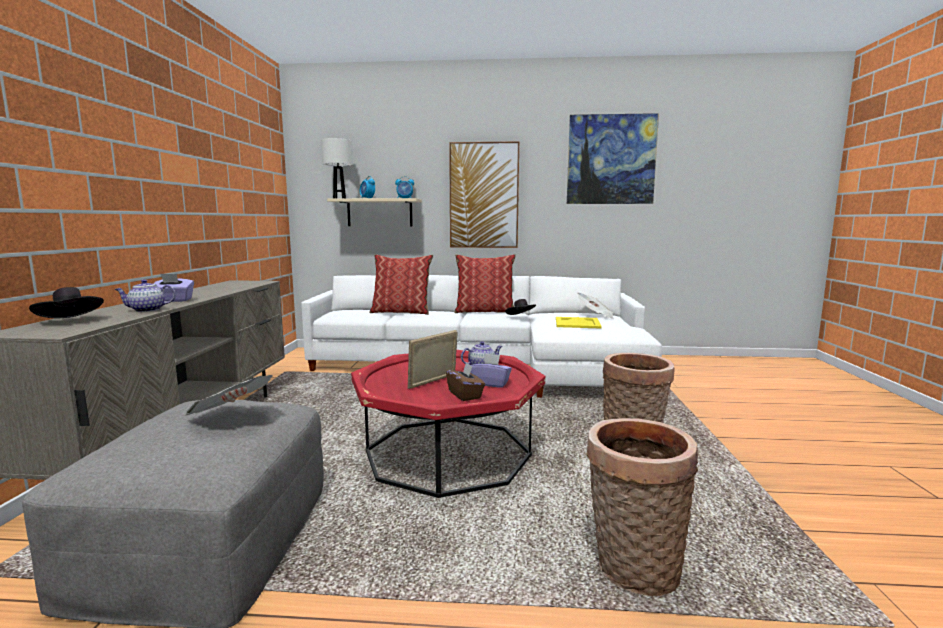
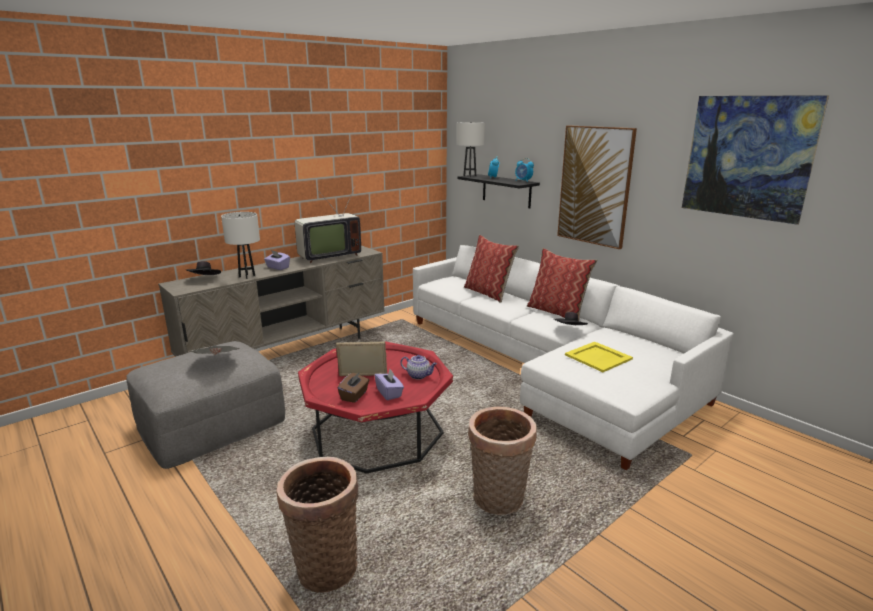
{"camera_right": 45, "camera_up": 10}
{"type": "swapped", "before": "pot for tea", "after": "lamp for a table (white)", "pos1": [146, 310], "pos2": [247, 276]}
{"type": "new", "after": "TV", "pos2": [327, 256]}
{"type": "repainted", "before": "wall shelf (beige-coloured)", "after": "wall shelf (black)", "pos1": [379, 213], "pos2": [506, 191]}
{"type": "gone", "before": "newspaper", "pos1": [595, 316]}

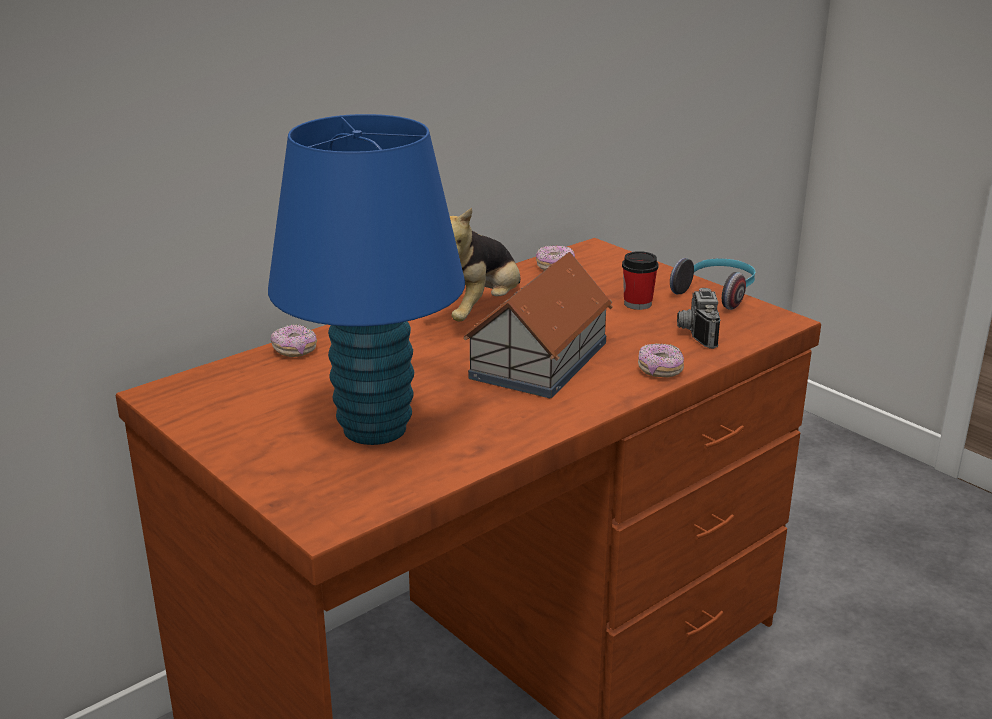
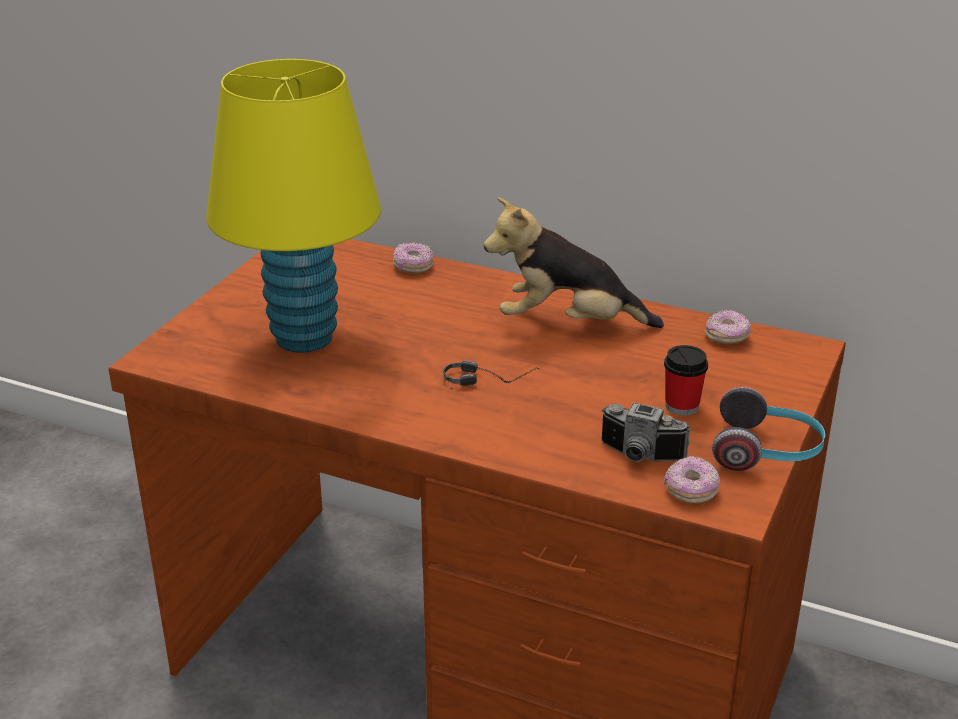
{"camera_right": 65, "camera_up": 5}
{"type": "repainted", "before": "lamp for a table (bluish)", "after": "lamp for a table (yellow-coloured)", "pos1": [374, 429], "pos2": [304, 338]}
{"type": "swapped", "before": "toy house", "after": "headset", "pos1": [537, 360], "pos2": [491, 380]}
{"type": "rotated", "before": "still camera", "pos1": [695, 333], "pos2": [639, 456], "turn": -135}
{"type": "shifted", "before": "ring doughnut", "pos1": [660, 370], "pos2": [691, 490]}

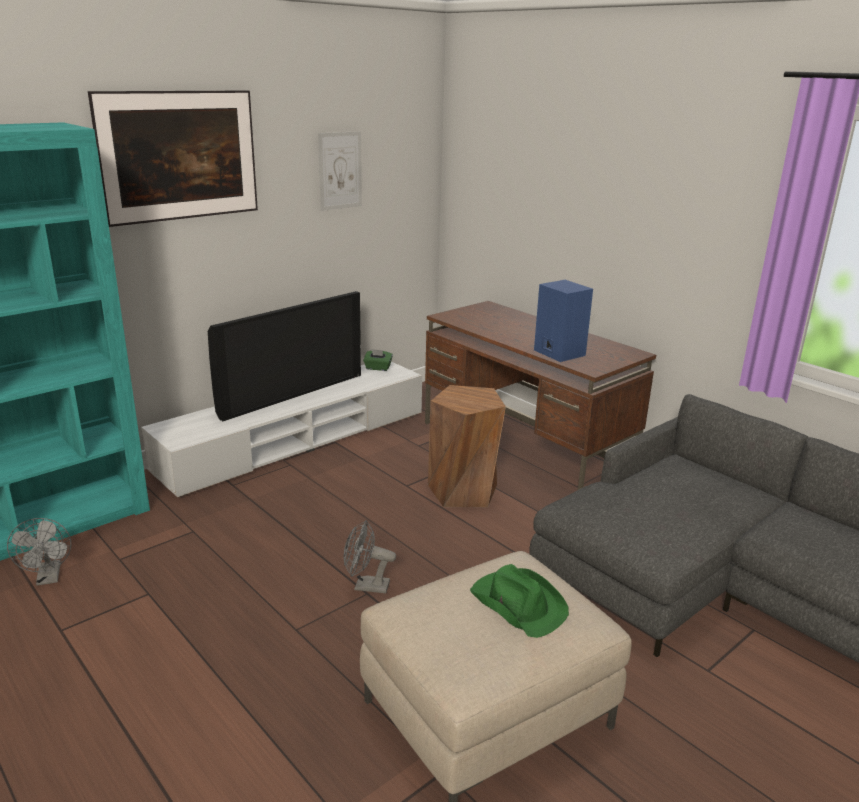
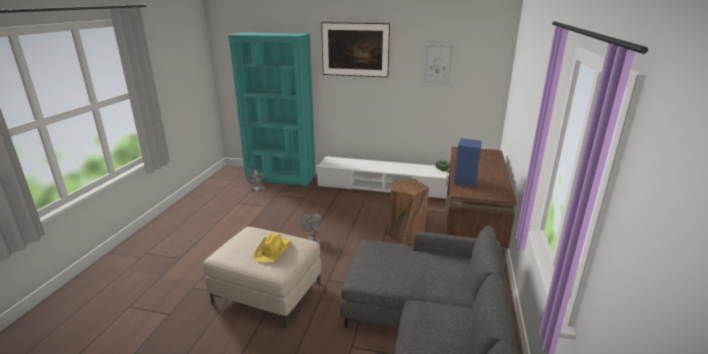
{"camera_right": 55, "camera_up": 0}
{"type": "repainted", "before": "hat (green)", "after": "hat (yellow-coloured)", "pos1": [517, 603], "pos2": [273, 250]}
{"type": "gone", "before": "TV", "pos1": [291, 393]}

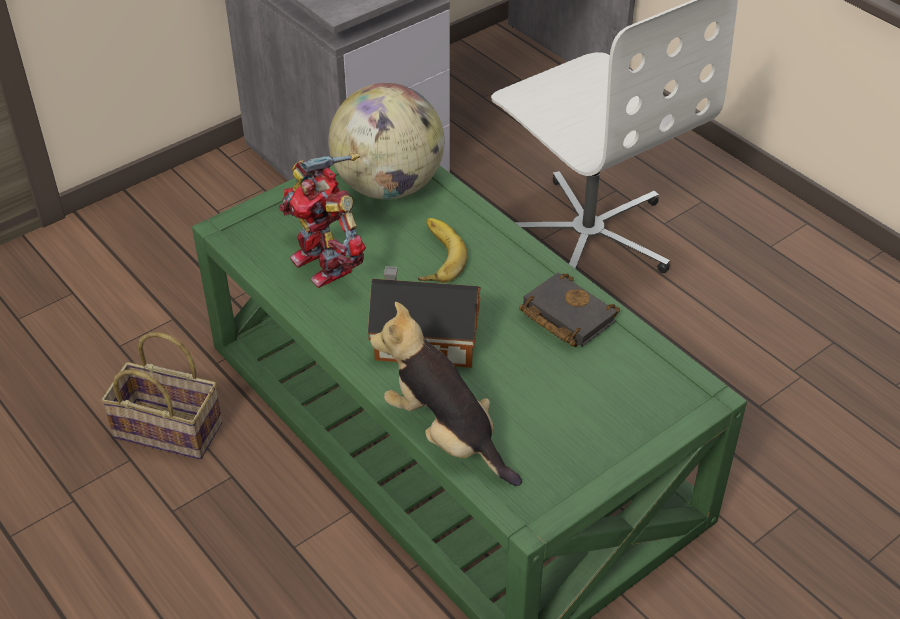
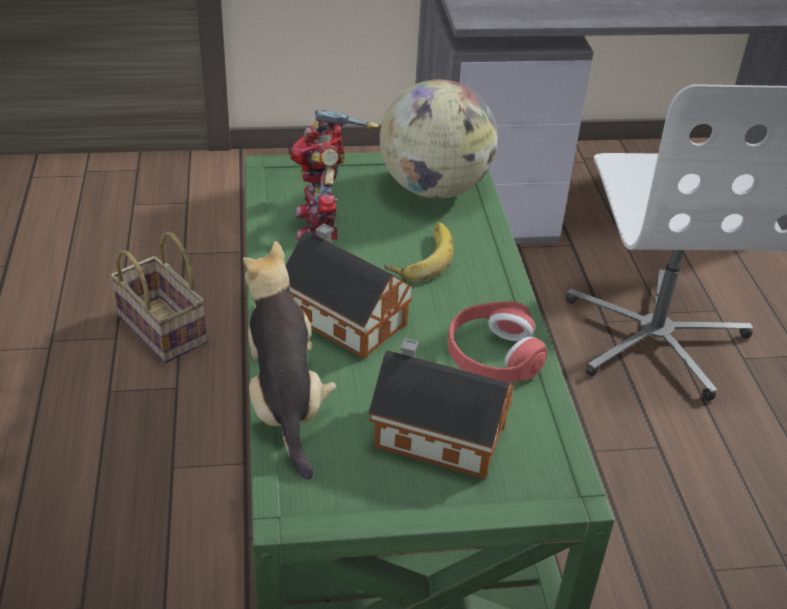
{"camera_right": 30, "camera_up": -5}
{"type": "new", "after": "toy house", "pos2": [435, 433]}
{"type": "swapped", "before": "book (black)", "after": "headset (reddish)", "pos1": [564, 316], "pos2": [493, 355]}

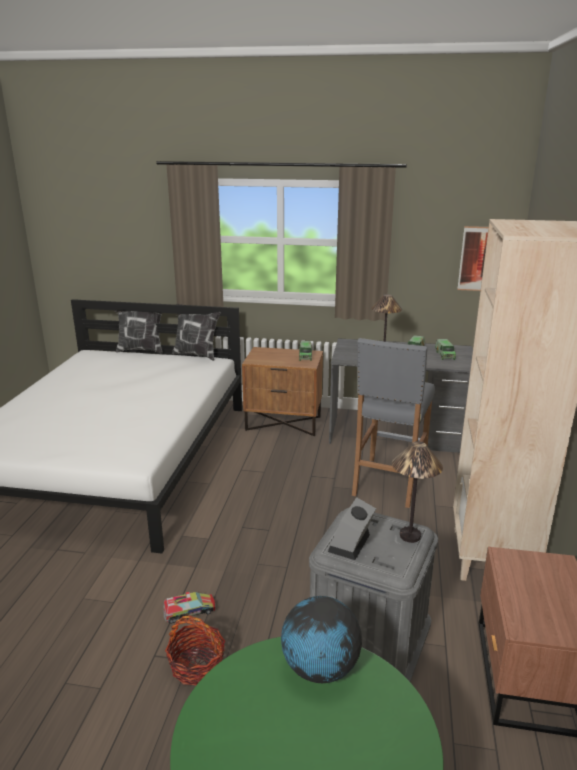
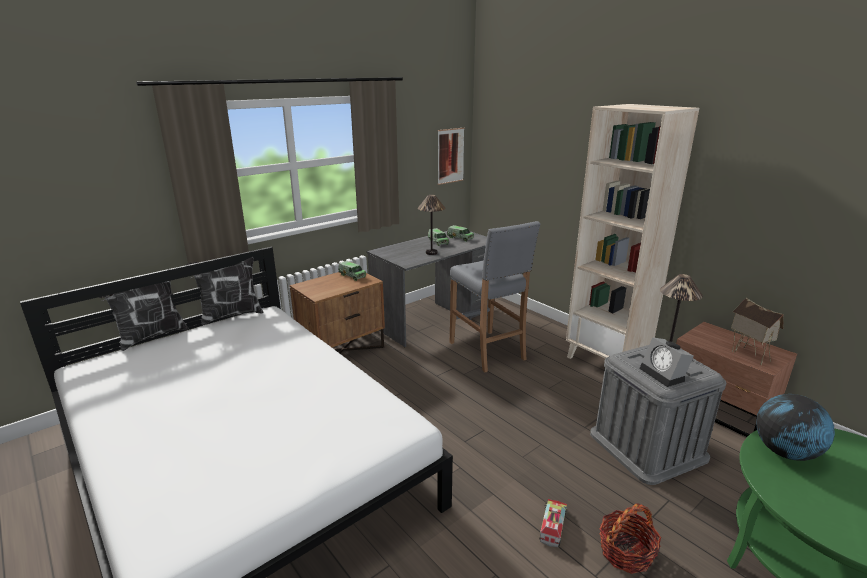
{"camera_right": -50, "camera_up": 0}
{"type": "new", "after": "toy house", "pos2": [747, 355]}

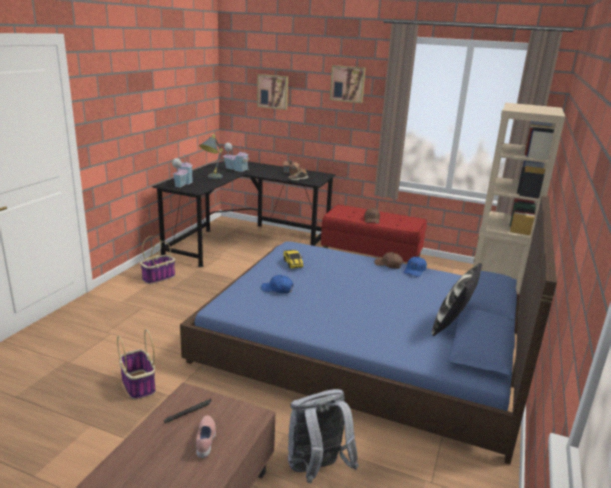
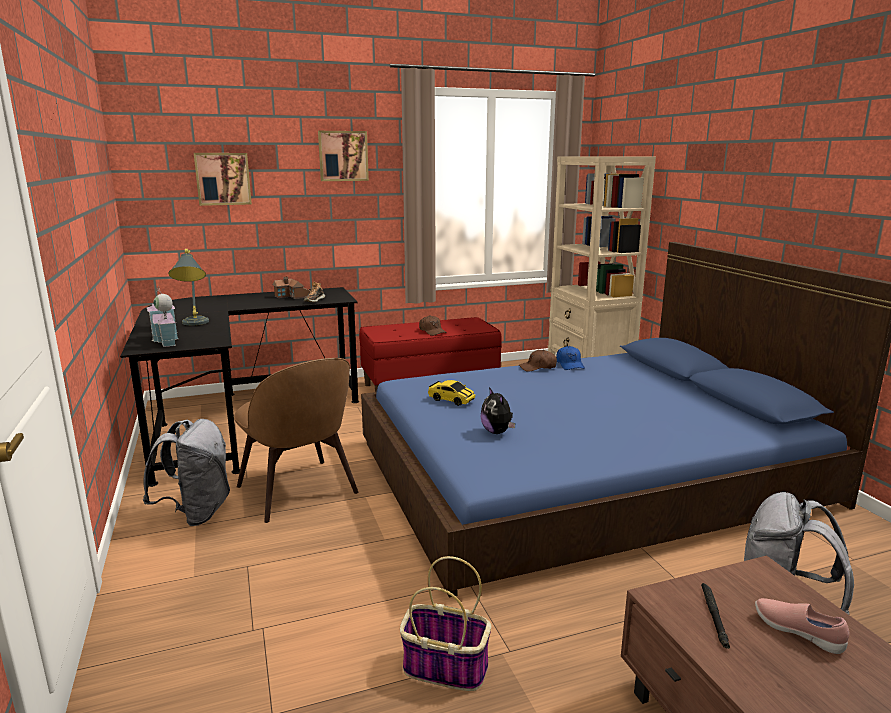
{"camera_right": -40, "camera_up": -5}
{"type": "swapped", "before": "household basket", "after": "knapsack (grey)", "pos1": [159, 277], "pos2": [196, 513]}
{"type": "new", "after": "plain chair (brown-coloured)", "pos2": [299, 492]}
{"type": "swapped", "before": "baseball cap (bluish)", "after": "soft toy", "pos1": [277, 289], "pos2": [497, 432]}
{"type": "gone", "before": "toy house", "pos1": [236, 169]}
{"type": "gone", "before": "cushion", "pos1": [452, 325]}

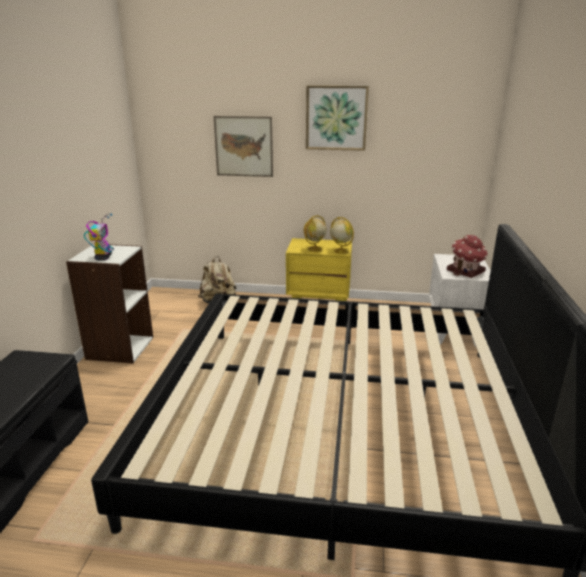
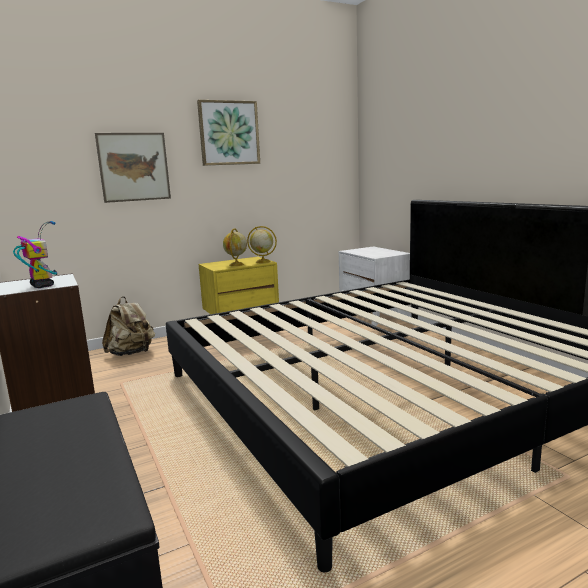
{"camera_right": -35, "camera_up": -10}
{"type": "gone", "before": "toy house", "pos1": [466, 271]}

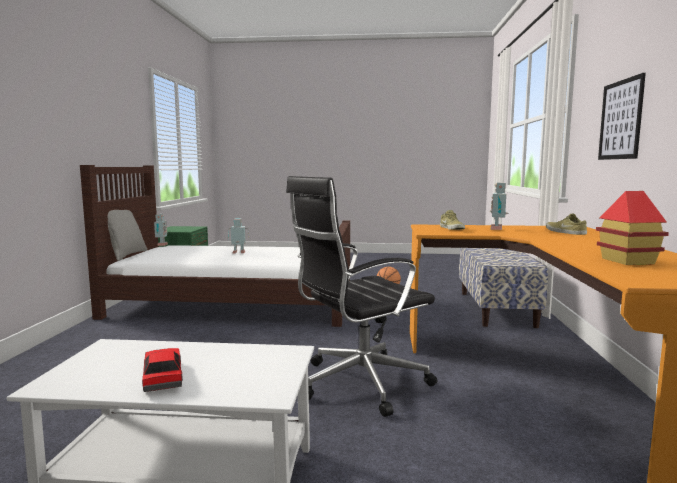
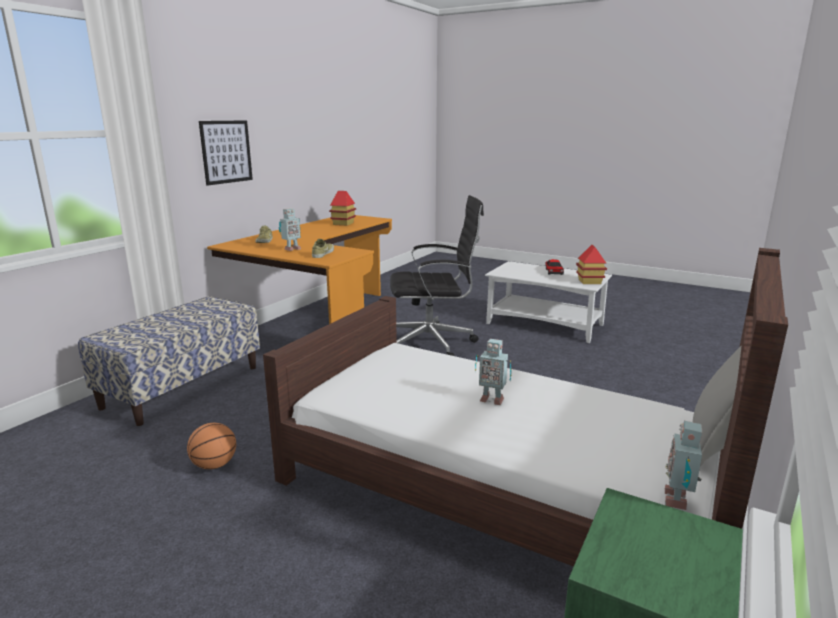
{"camera_right": -155, "camera_up": 10}
{"type": "new", "after": "toy house", "pos2": [589, 281]}

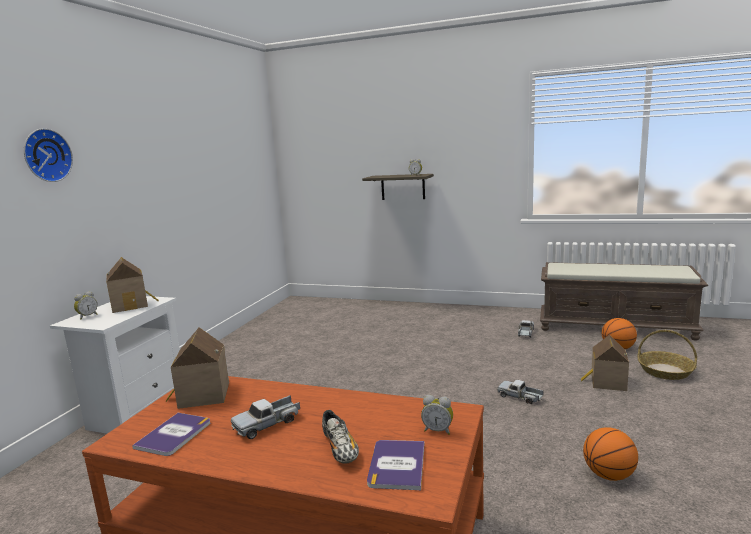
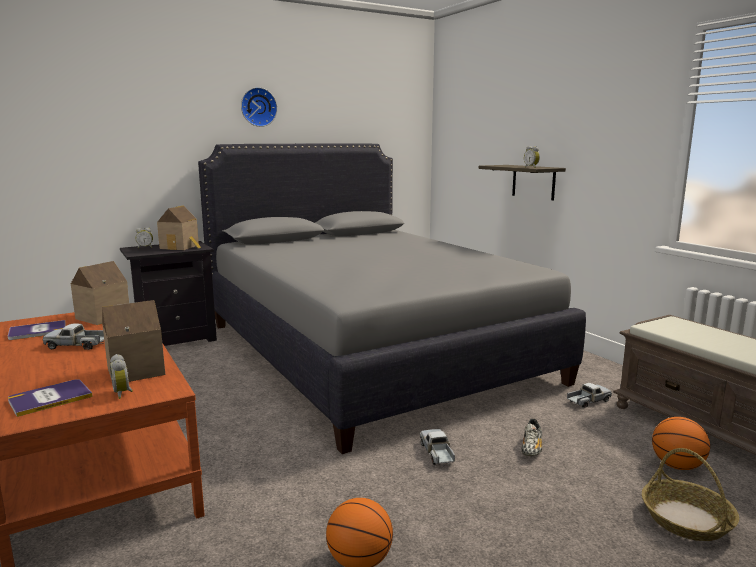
{"camera_right": 40, "camera_up": 0}
{"type": "shifted", "before": "toy house", "pos1": [606, 382], "pos2": [135, 370]}
{"type": "repainted", "before": "bedside table (white)", "after": "bedside table (black)", "pos1": [136, 413], "pos2": [175, 339]}
{"type": "new", "after": "bed (grey)", "pos2": [369, 351]}
{"type": "shifted", "before": "hanging clock", "pos1": [46, 155], "pos2": [258, 107]}
{"type": "shifted", "before": "item of footwear", "pos1": [340, 449], "pos2": [531, 448]}

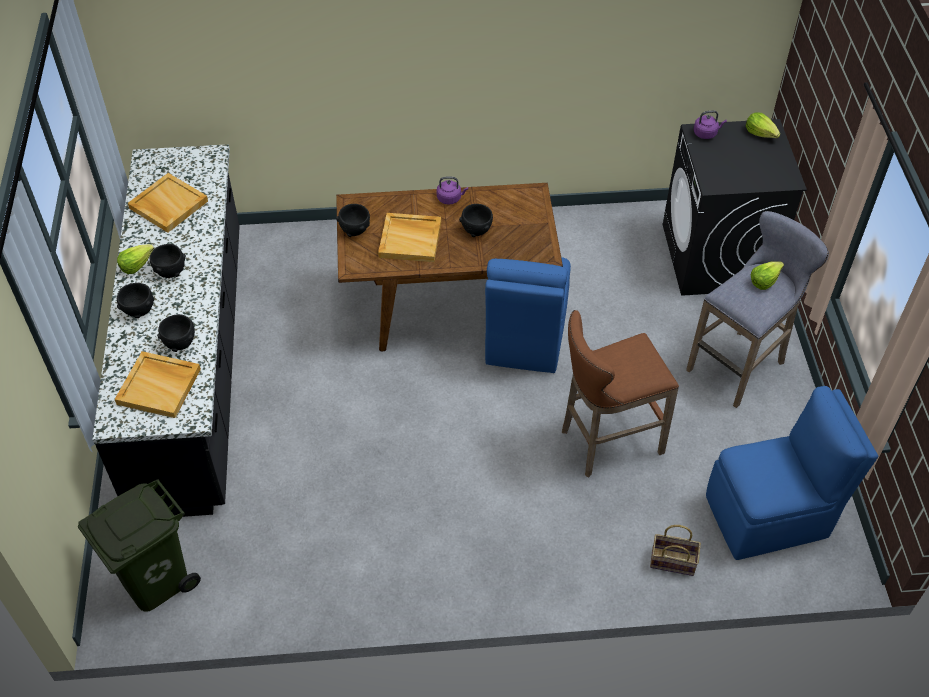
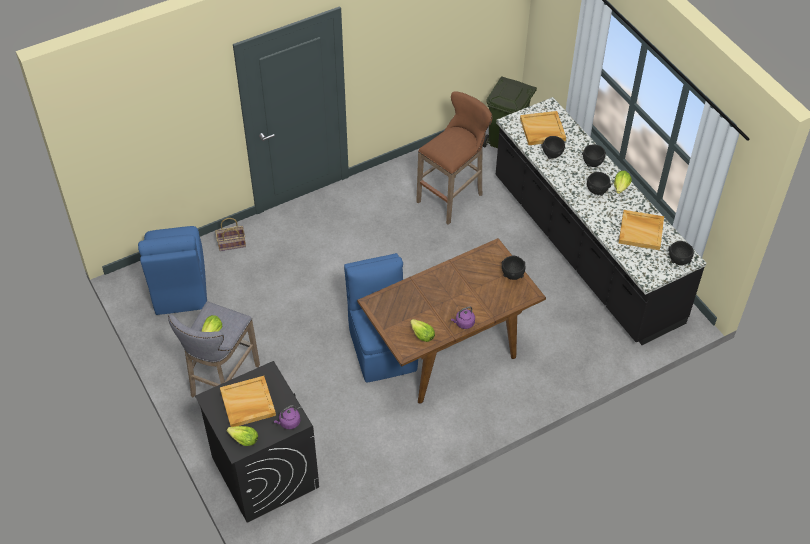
{"camera_right": 155, "camera_up": 0}
{"type": "rotated", "before": "plain chair (bluish)", "pos1": [770, 516], "pos2": [179, 288], "turn": -60}
{"type": "shifted", "before": "carrying tray (beige-coloured)", "pos1": [411, 239], "pos2": [247, 403]}
{"type": "new", "after": "lettuce", "pos2": [422, 335]}
{"type": "shifted", "before": "sitting stool (brown-coloured)", "pos1": [606, 442], "pos2": [452, 197]}
{"type": "shifted", "before": "bowl (black)", "pos1": [476, 230], "pos2": [679, 260]}

